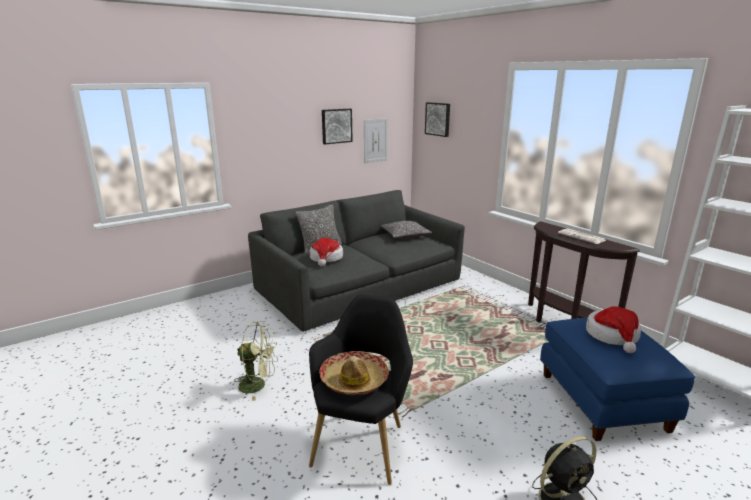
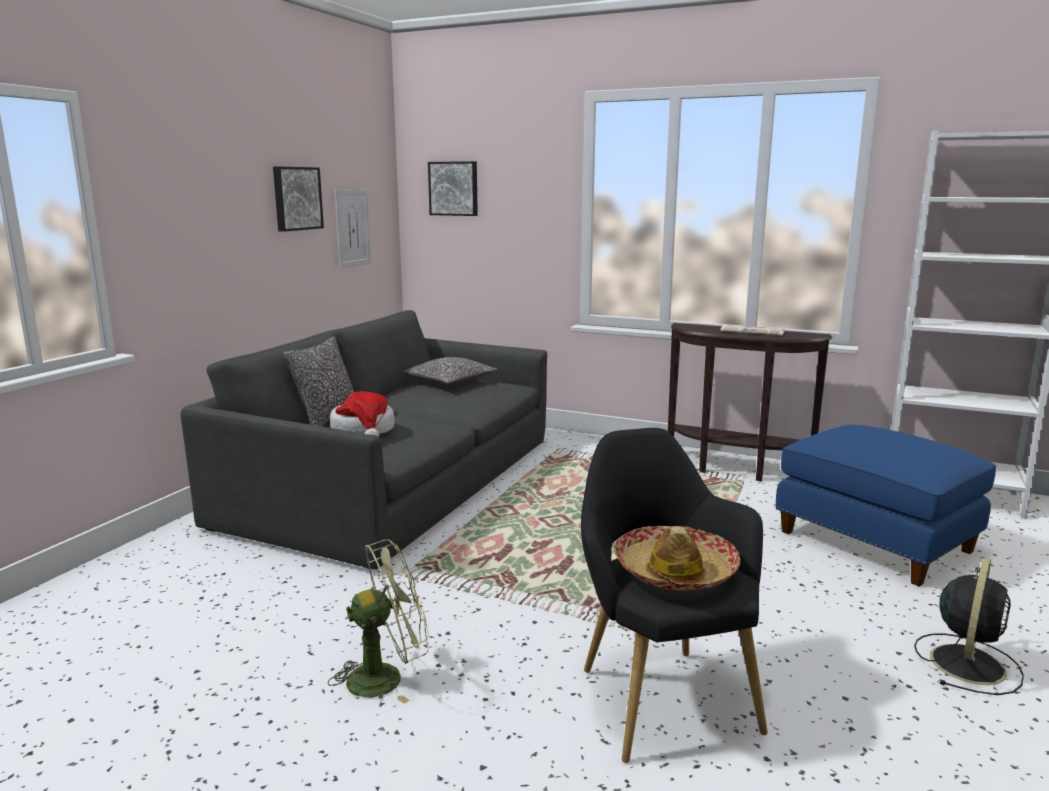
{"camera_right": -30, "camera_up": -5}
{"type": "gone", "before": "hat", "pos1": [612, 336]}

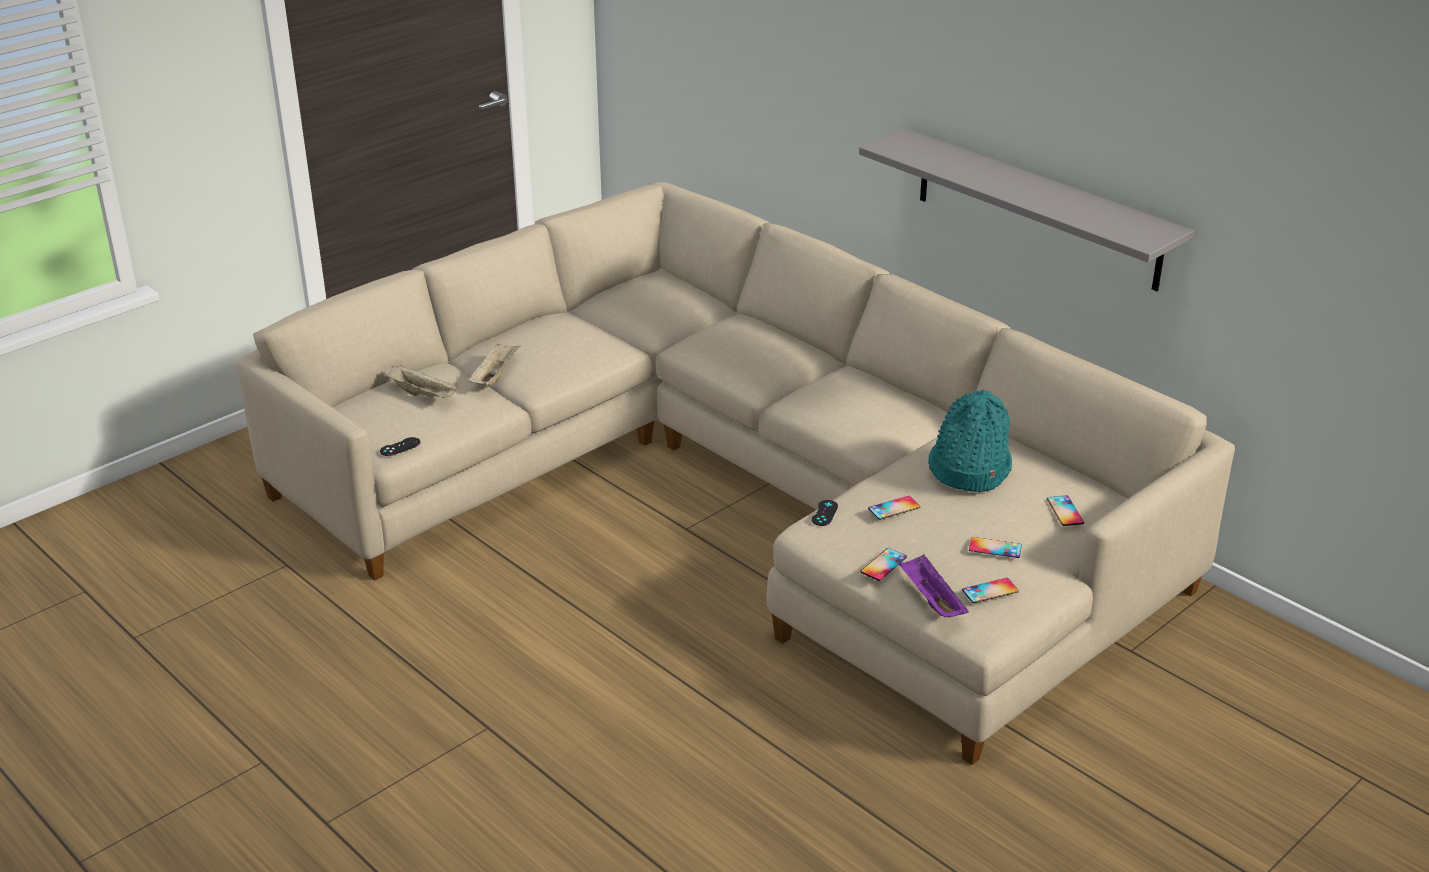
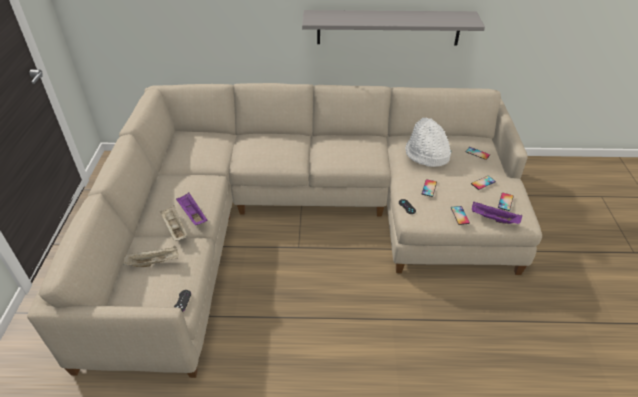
{"camera_right": -45, "camera_up": 10}
{"type": "new", "after": "carrying tray (purple-coloured)", "pos2": [192, 215]}
{"type": "repainted", "before": "hat (turquoise-coloured)", "after": "hat (white)", "pos1": [968, 468], "pos2": [426, 155]}

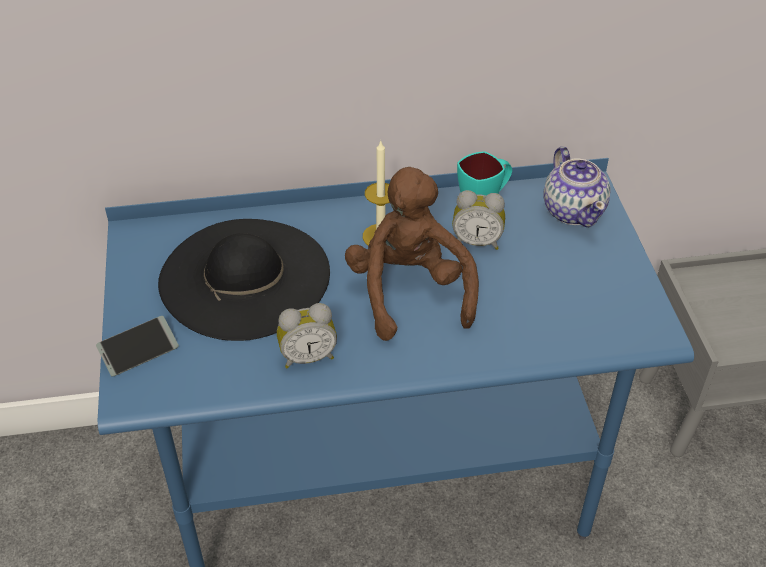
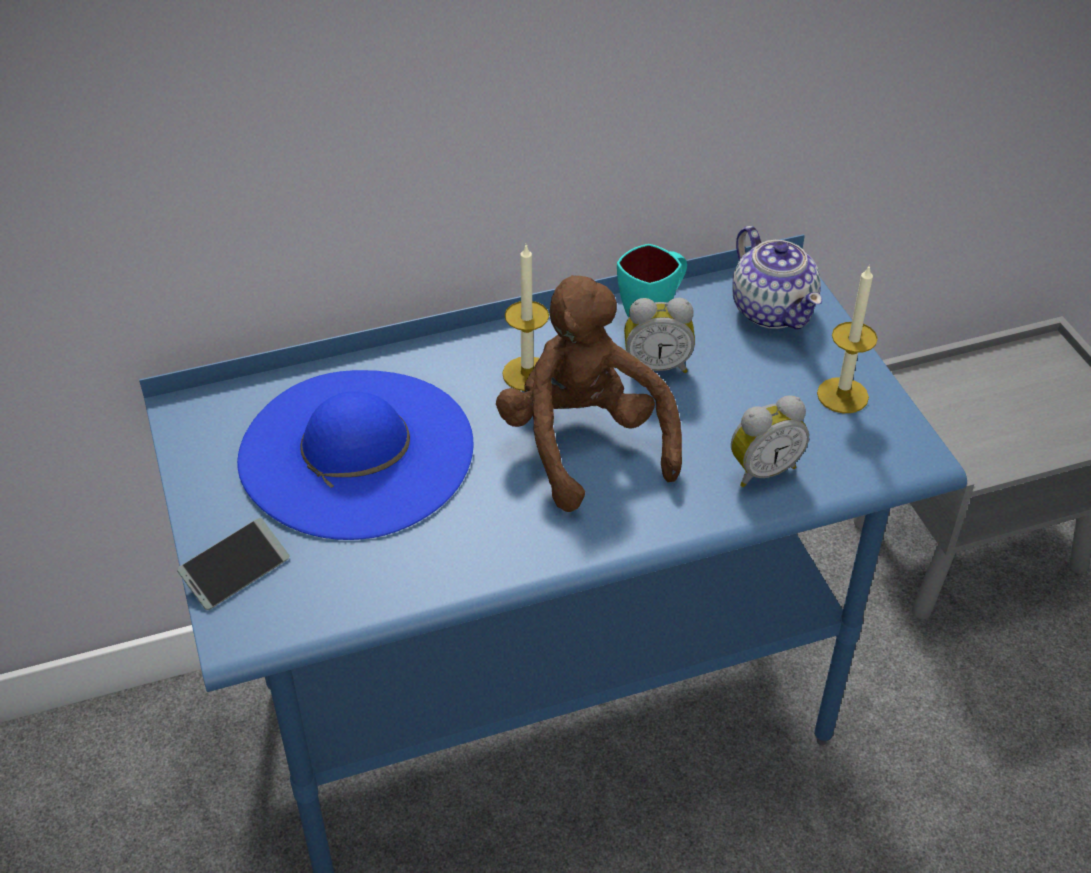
{"camera_right": -10, "camera_up": 0}
{"type": "repainted", "before": "hat (black)", "after": "hat (bluish)", "pos1": [244, 277], "pos2": [356, 451]}
{"type": "shifted", "before": "table clock", "pos1": [307, 356], "pos2": [762, 469]}
{"type": "new", "after": "wax candle", "pos2": [842, 395]}

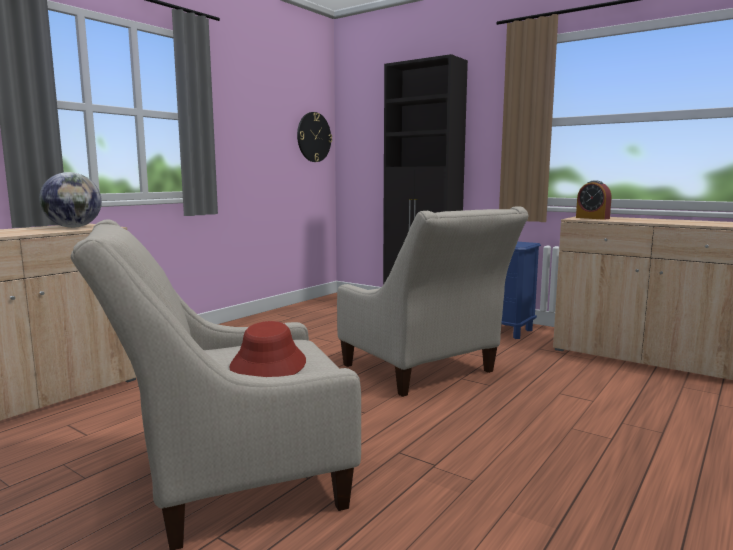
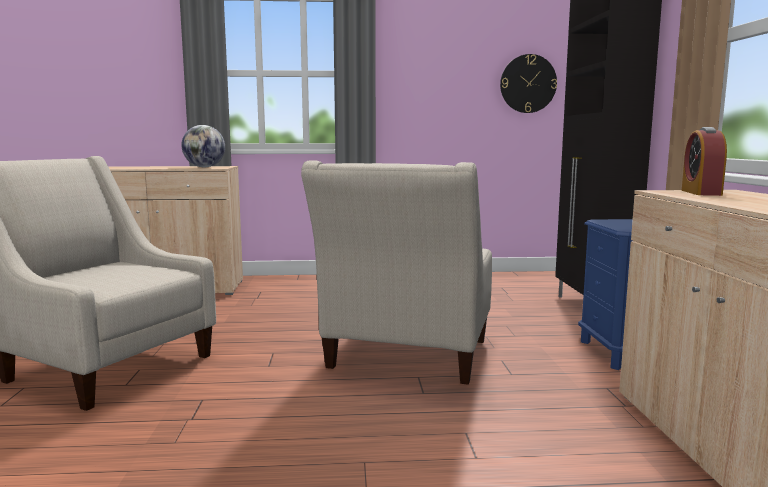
{"camera_right": 50, "camera_up": 0}
{"type": "gone", "before": "hat (reddish)", "pos1": [269, 365]}

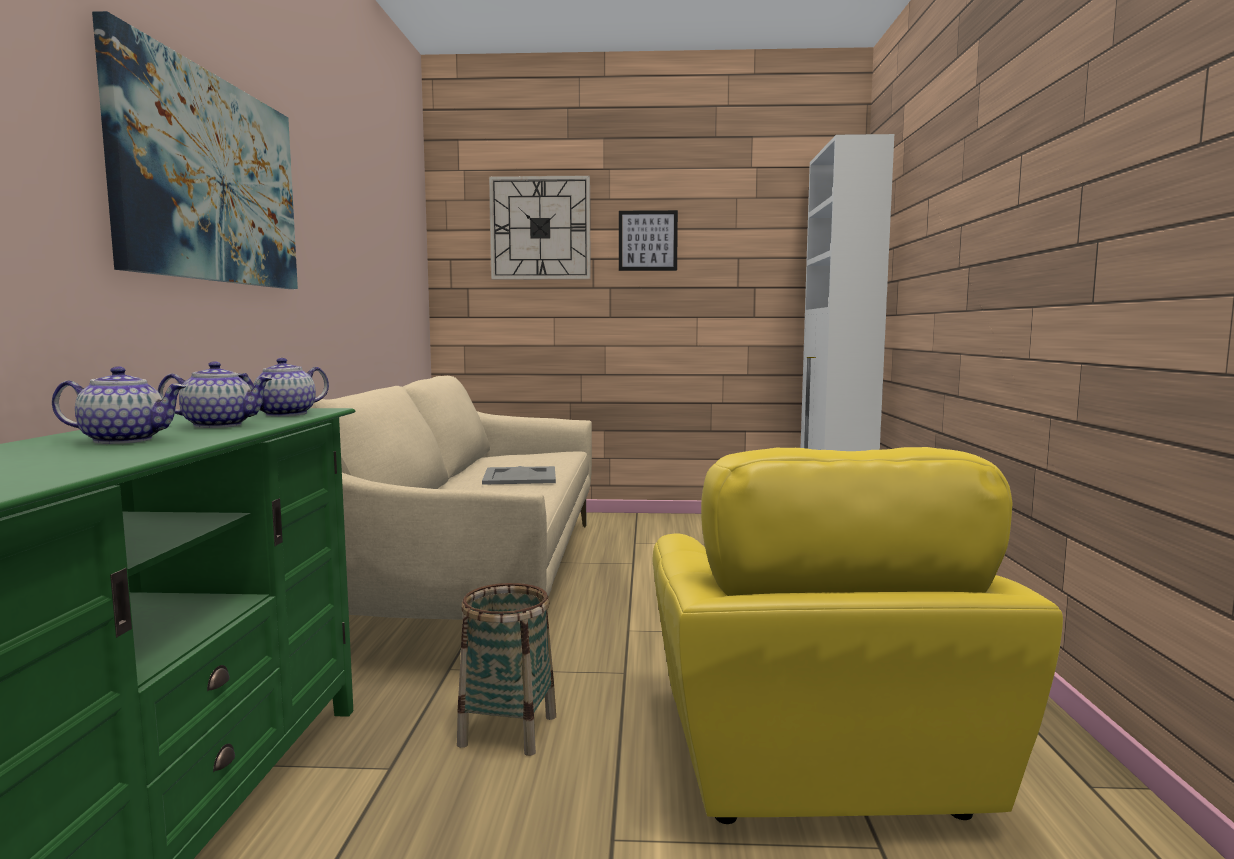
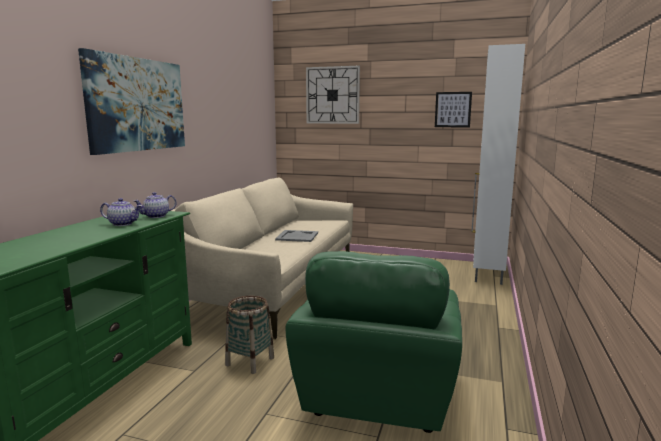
{"camera_right": 15, "camera_up": 5}
{"type": "repainted", "before": "armchair (yellow-coloured)", "after": "armchair (green)", "pos1": [812, 756], "pos2": [378, 393]}
{"type": "shifted", "before": "wall picture", "pos1": [648, 240], "pos2": [453, 109]}
{"type": "gone", "before": "pot for tea", "pos1": [125, 440]}

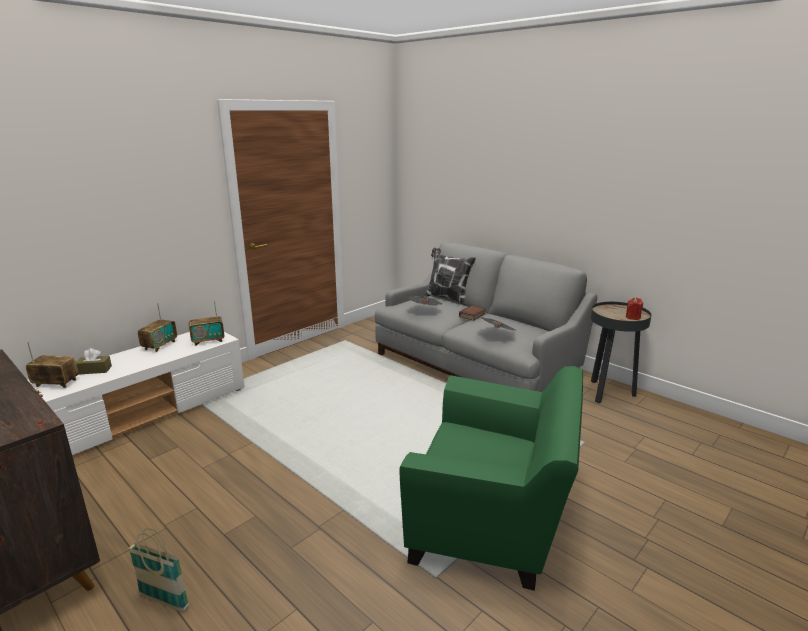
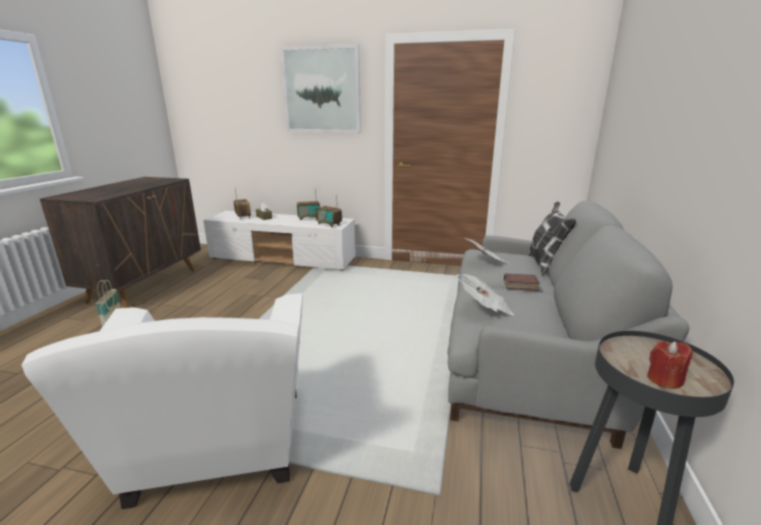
{"camera_right": 60, "camera_up": 0}
{"type": "repainted", "before": "armchair (green)", "after": "armchair (white)", "pos1": [492, 527], "pos2": [218, 450]}
{"type": "new", "after": "wall picture", "pos2": [321, 90]}

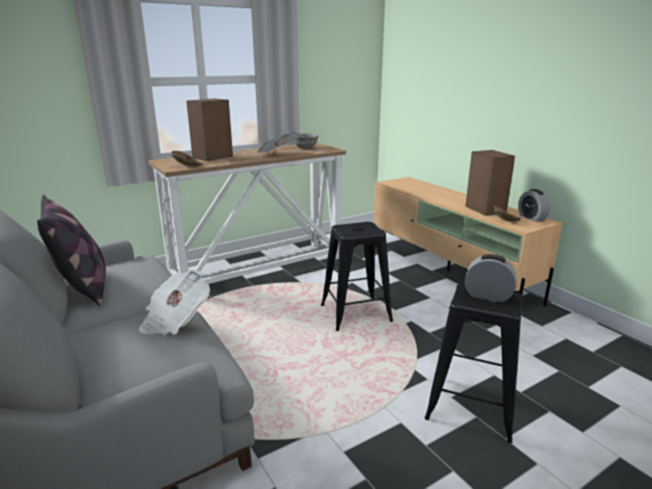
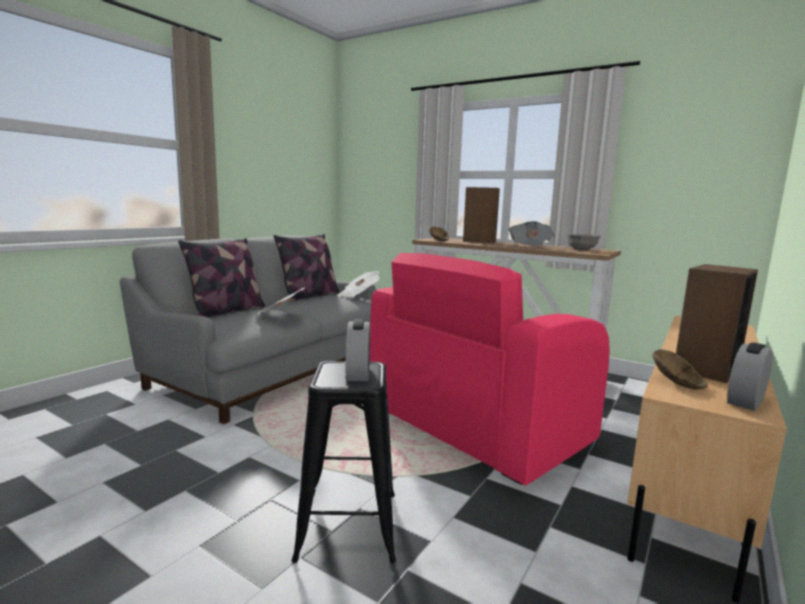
{"camera_right": 65, "camera_up": -10}
{"type": "new", "after": "cushion", "pos2": [227, 311]}
{"type": "new", "after": "newspaper", "pos2": [358, 295]}
{"type": "swapped", "before": "sitting stool (black)", "after": "armchair (pinkish)", "pos1": [356, 313], "pos2": [475, 426]}

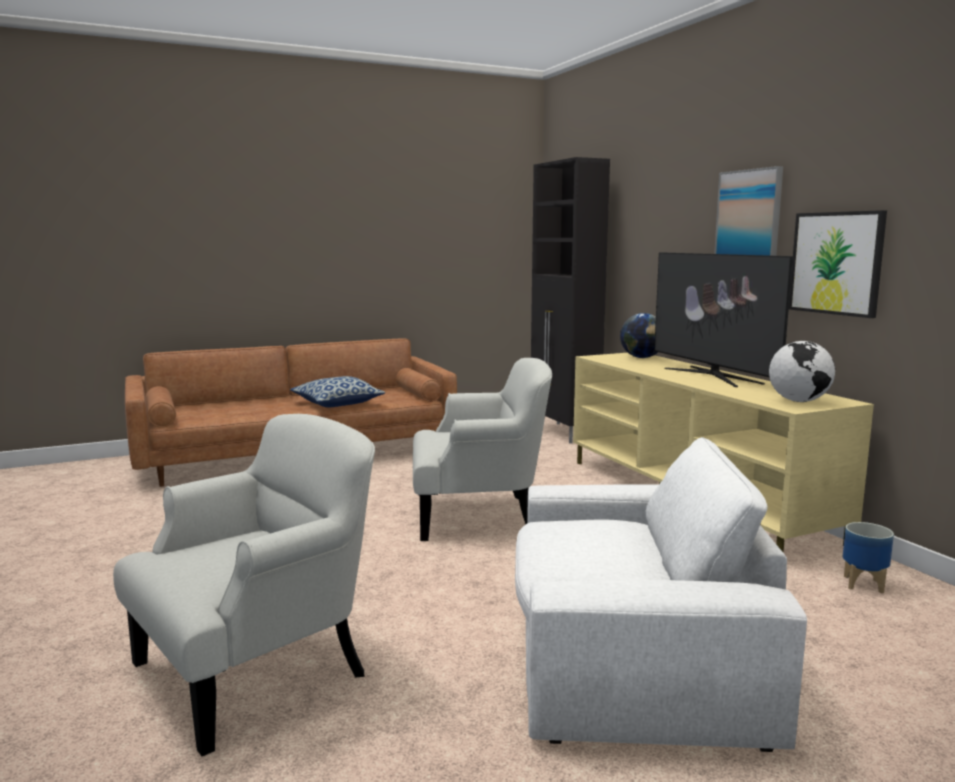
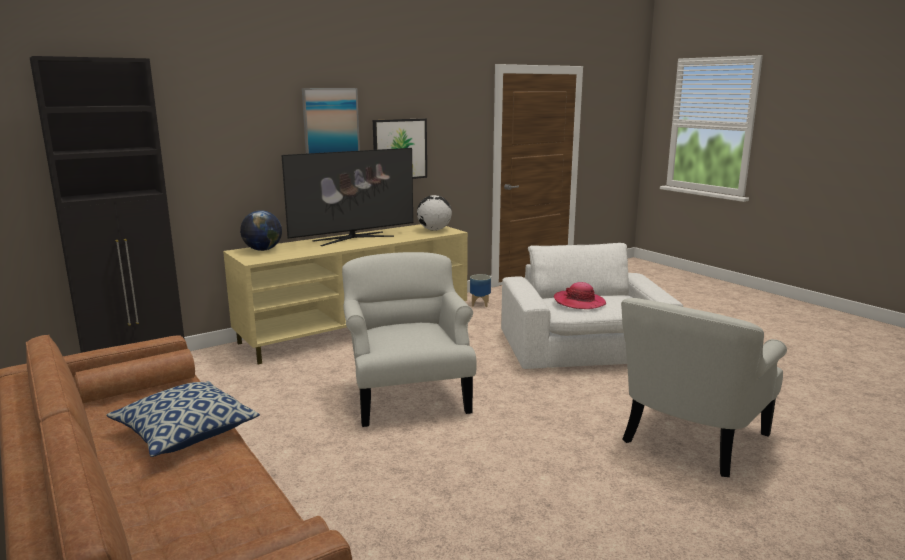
{"camera_right": -100, "camera_up": 5}
{"type": "new", "after": "hat", "pos2": [579, 302]}
{"type": "rotated", "before": "armchair (white)", "pos1": [257, 668], "pos2": [691, 437], "turn": -90}

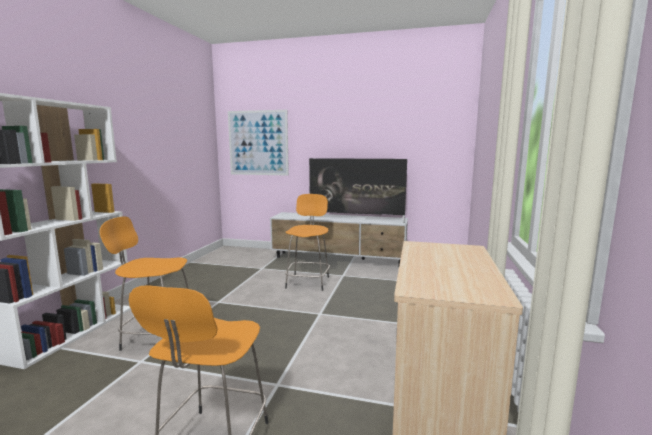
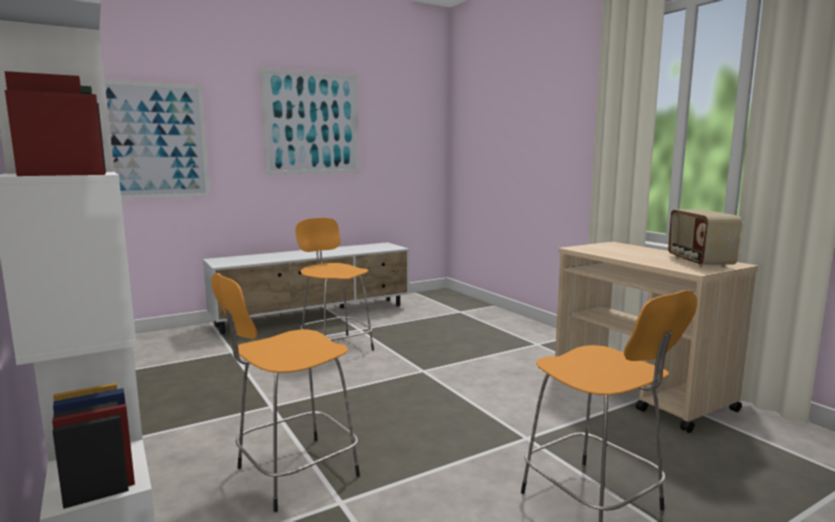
{"camera_right": -45, "camera_up": 0}
{"type": "new", "after": "wall picture", "pos2": [312, 123]}
{"type": "new", "after": "radio receiver", "pos2": [698, 262]}
{"type": "gone", "before": "TV", "pos1": [356, 219]}

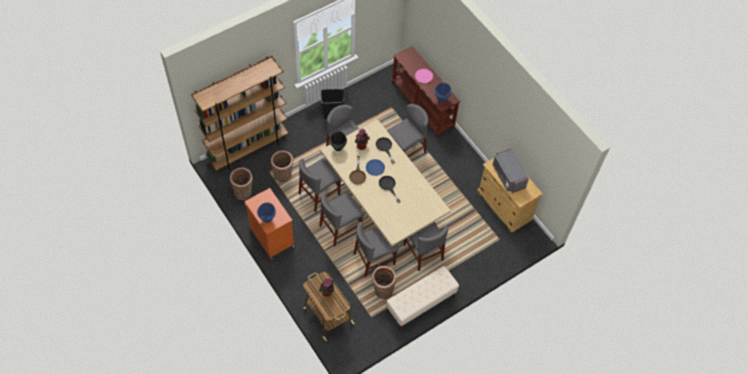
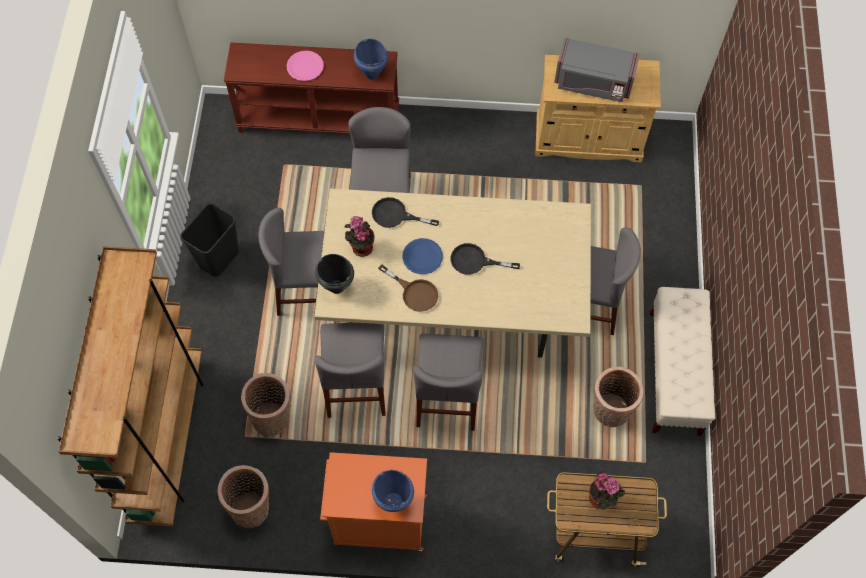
{"camera_right": -50, "camera_up": 5}
{"type": "gone", "before": "plain chair (grey)", "pos1": [374, 259]}

